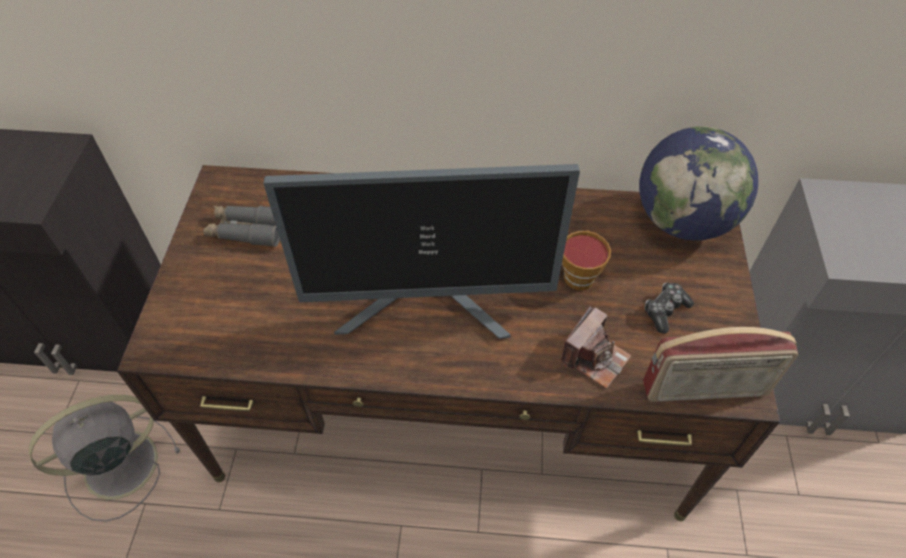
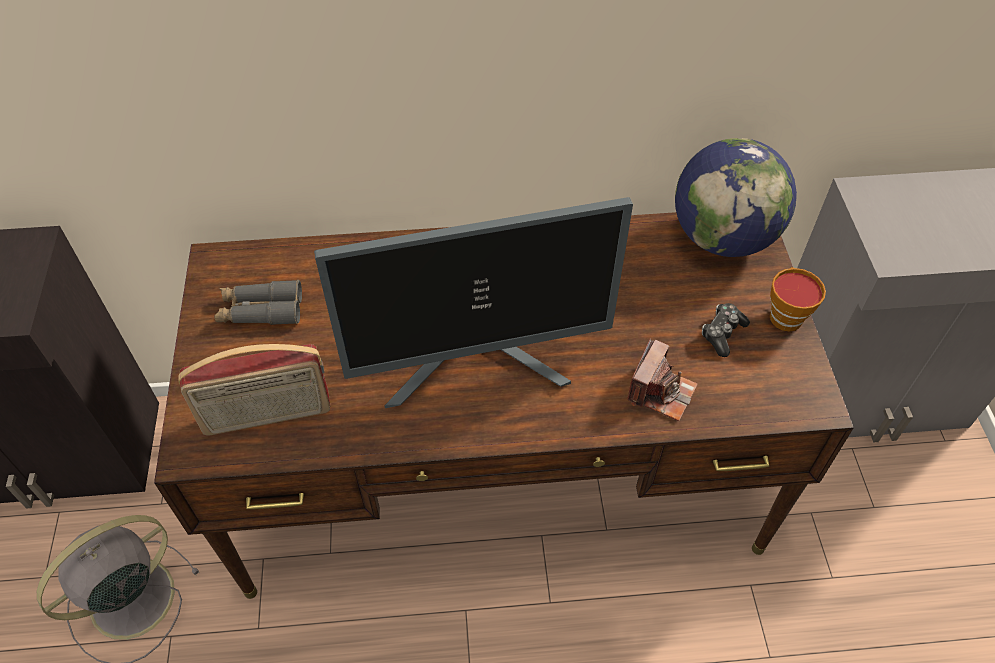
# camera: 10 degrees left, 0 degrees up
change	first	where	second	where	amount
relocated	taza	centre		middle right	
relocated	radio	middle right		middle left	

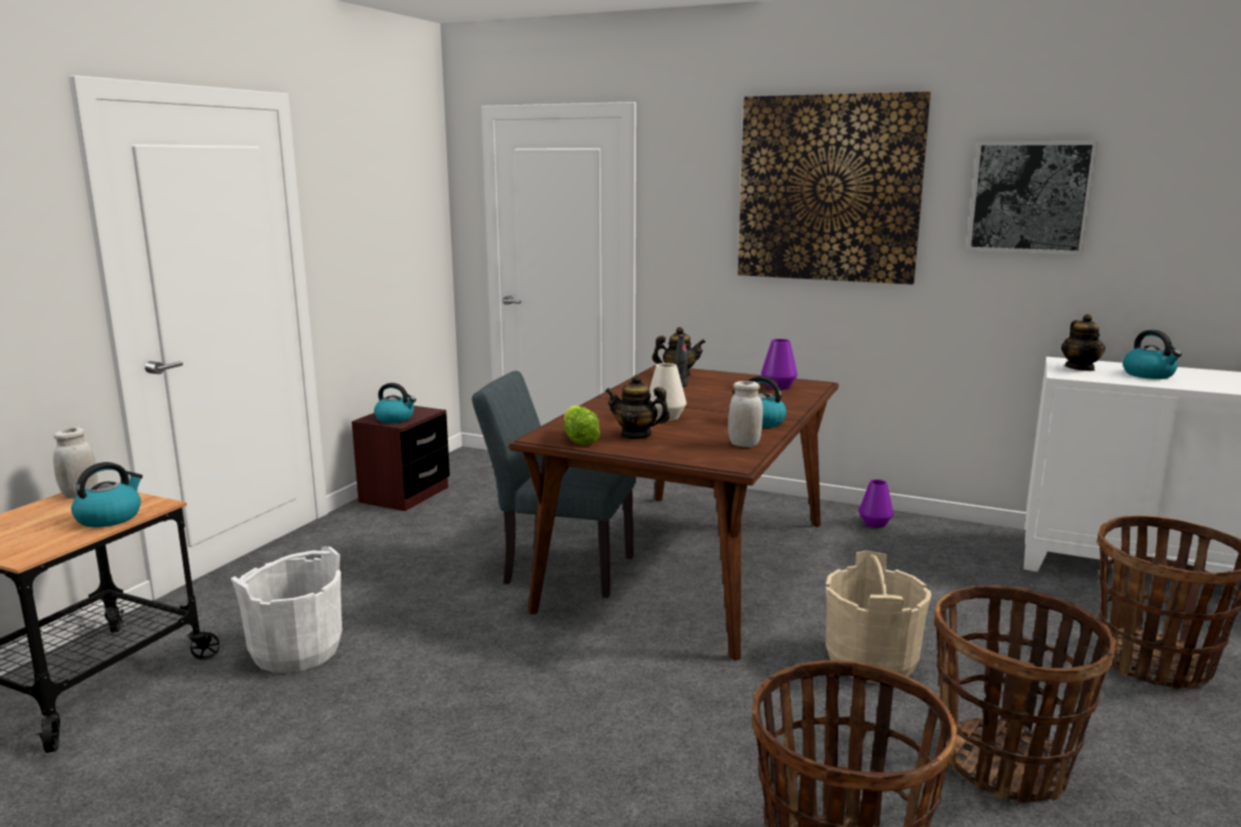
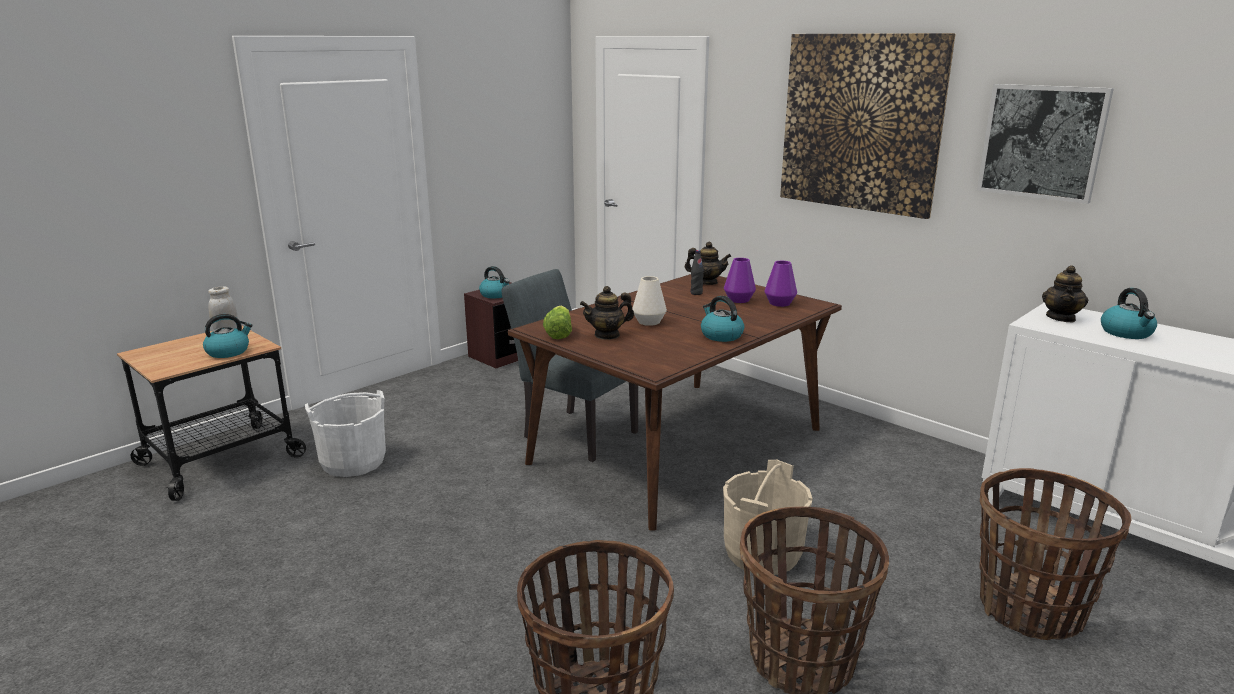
# camera: 20 degrees right, 5 degrees up
change	first	where	second	where	amount
spun	tetera (no. 1 from left)	centre		centre	60 degrees counterclockwise
missing	tarro (blanco) (no. 2 from left)	centre			
relocated	florero (morado) (no. 2 from left in the first image)	middle right	florero (morado) (no. 1 from left)	centre	

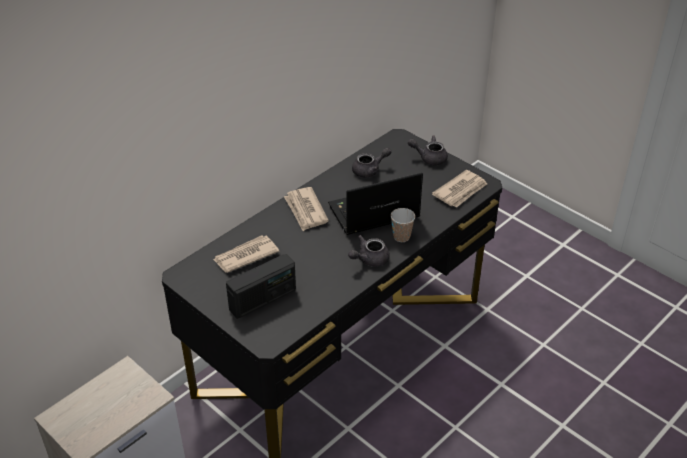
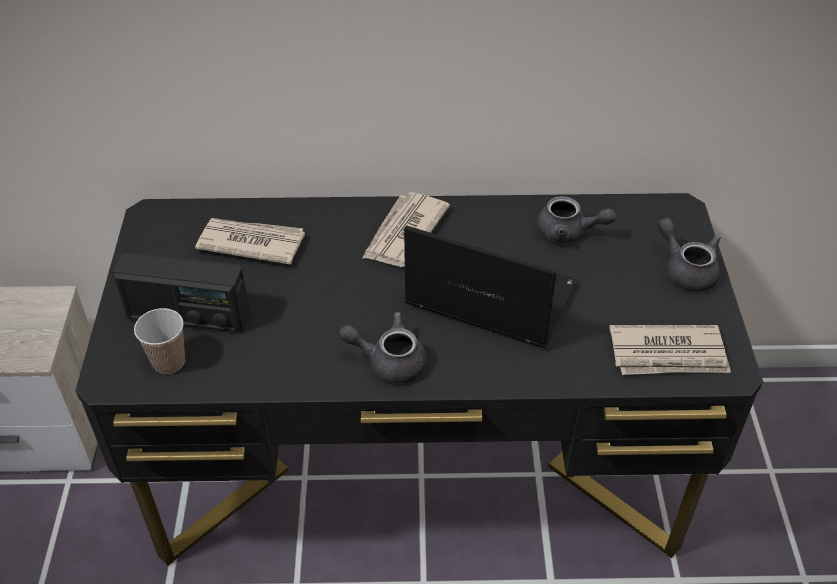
# camera: 45 degrees right, 5 degrees up
change	first	where	second	where	amount
relocated	taza	centre		middle left	

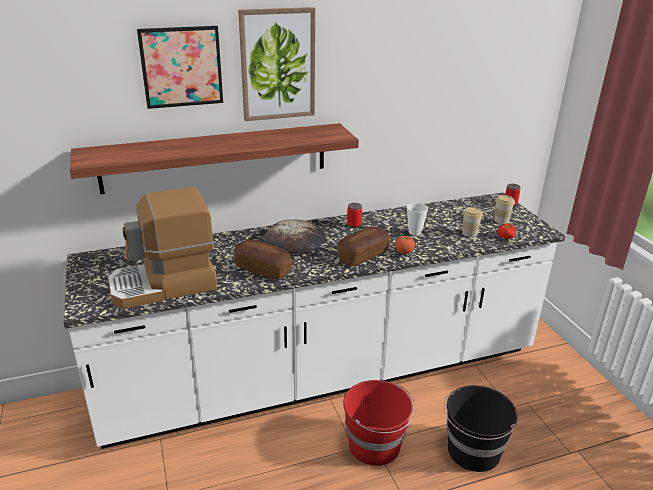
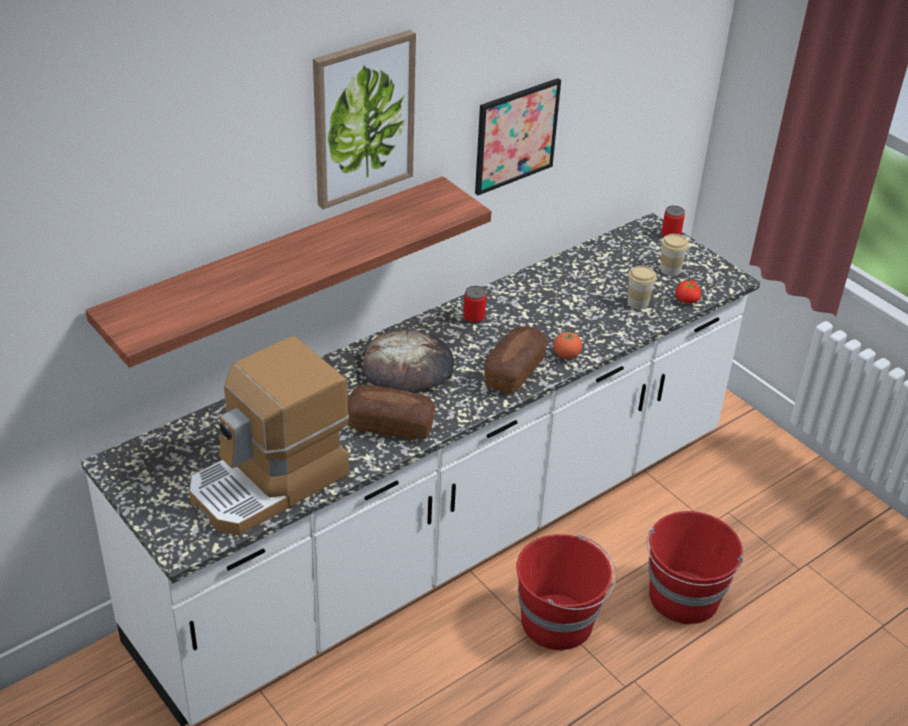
# camera: 20 degrees left, 10 degrees up
change	first	where	second	where	amount
relocated	cuadro (no. 1 from left in the first image)	top left	cuadro (no. 2 from left)	top centre	
missing	taza (no. 1 from left)	centre			
colour	cubo (negro)	bottom right	cubo (rojo) (no. 2 from left)	bottom right	

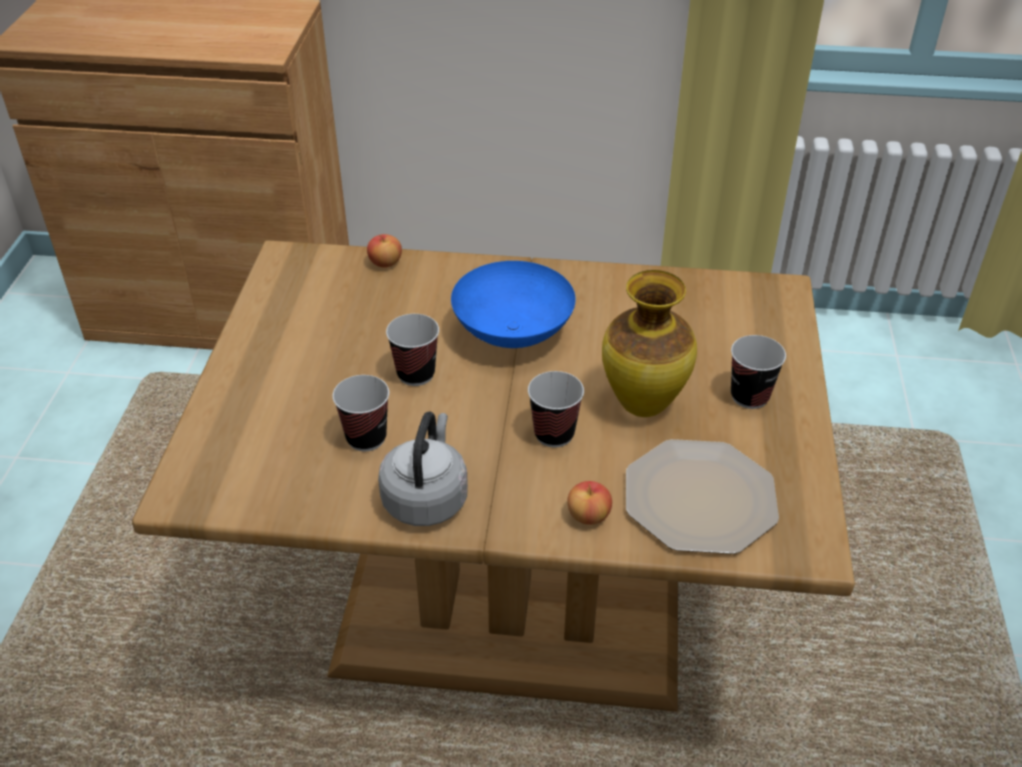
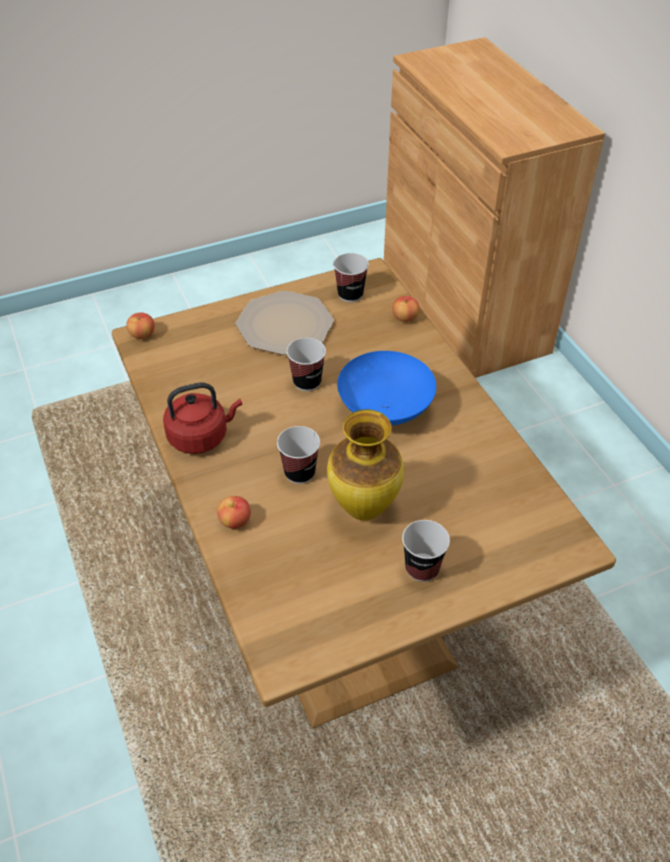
# camera: 60 degrees right, 5 degrees up
change	first	where	second	where	amount
relocated	taza (no. 1 from left in the first image)	centre	taza (no. 3 from left)	top centre	
colour	hervidor (gris)	centre	hervidor (rojo)	middle left	
relocated	plato	middle right		centre	
appeared			manzana (no. 1 from left)	middle left	

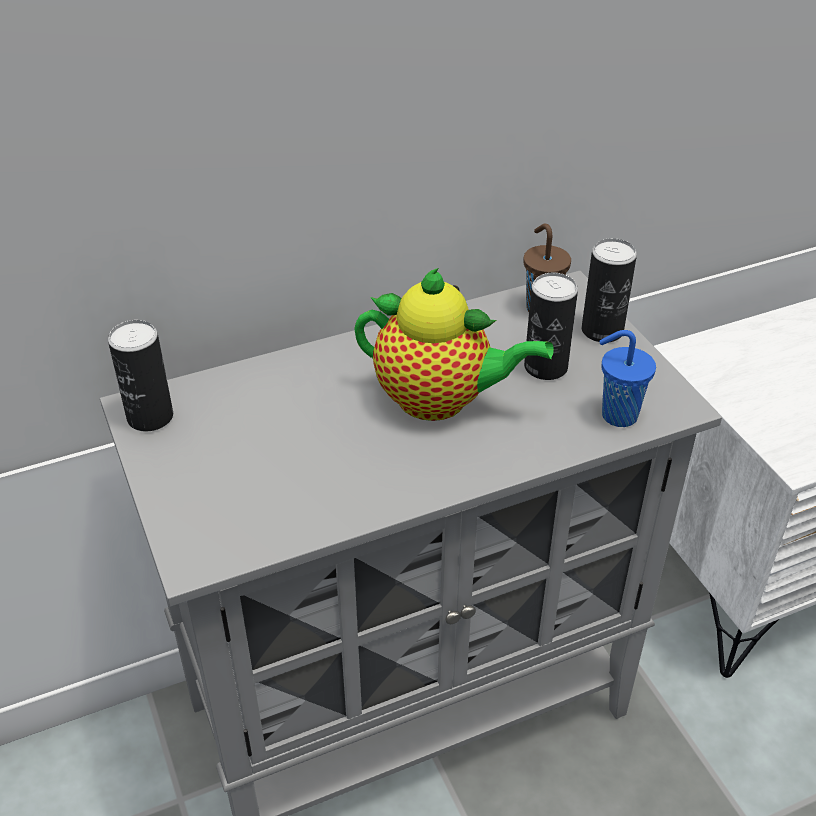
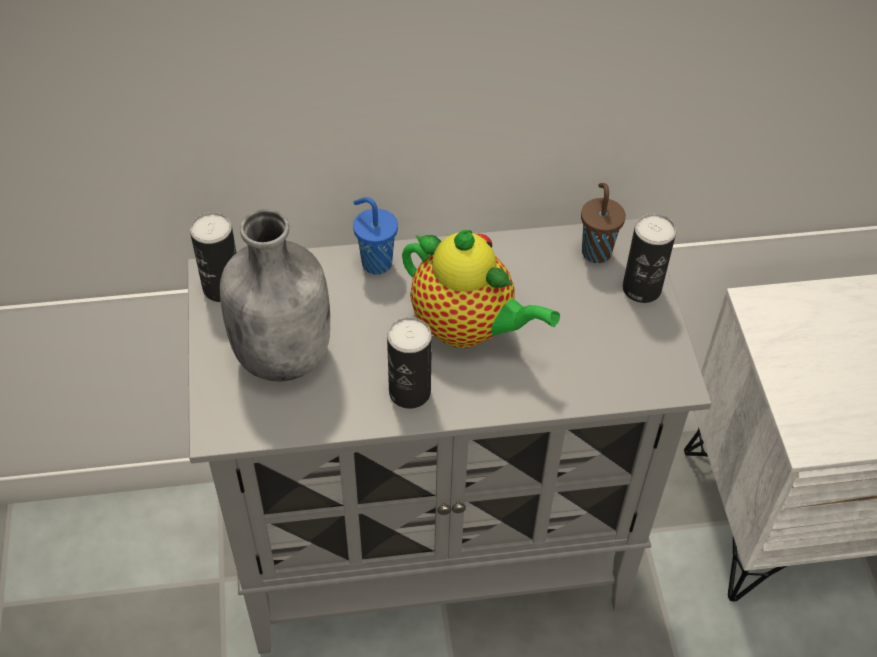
# camera: 15 degrees right, 10 degrees up
change	first	where	second	where	amount
relocated	lata (no. 2 from left)	middle right		centre	
relocated	taza (azul)	middle right		centre	
appeared			botella (gris)	middle left	

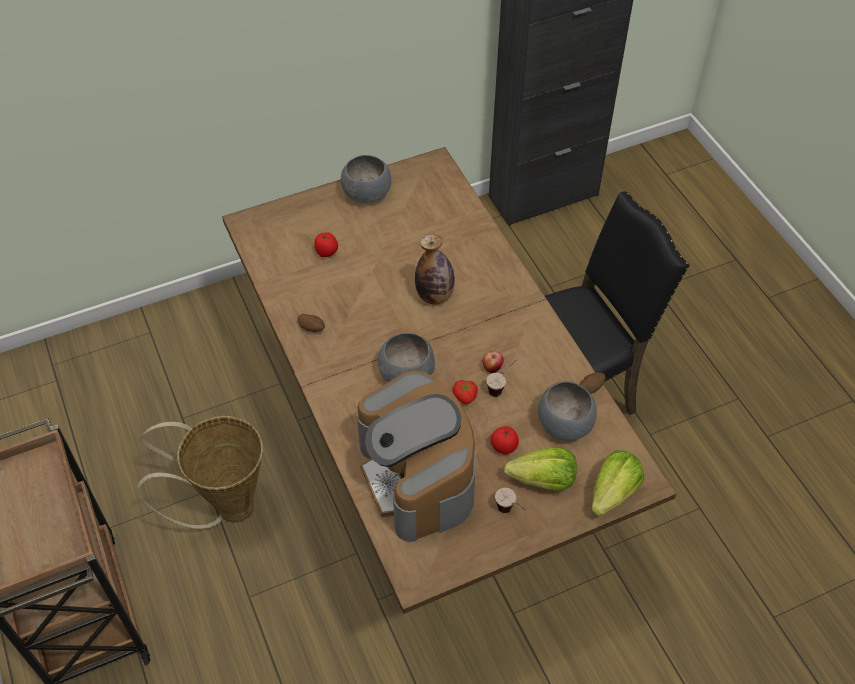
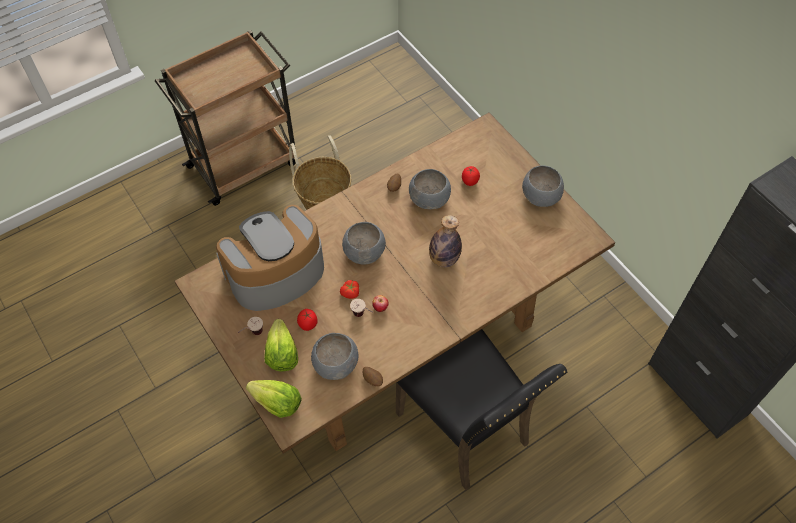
# camera: 80 degrees right, 5 degrees up
change	first	where	second	where	amount
appeared			cuenco (gris) (no. 3 from left)	centre	

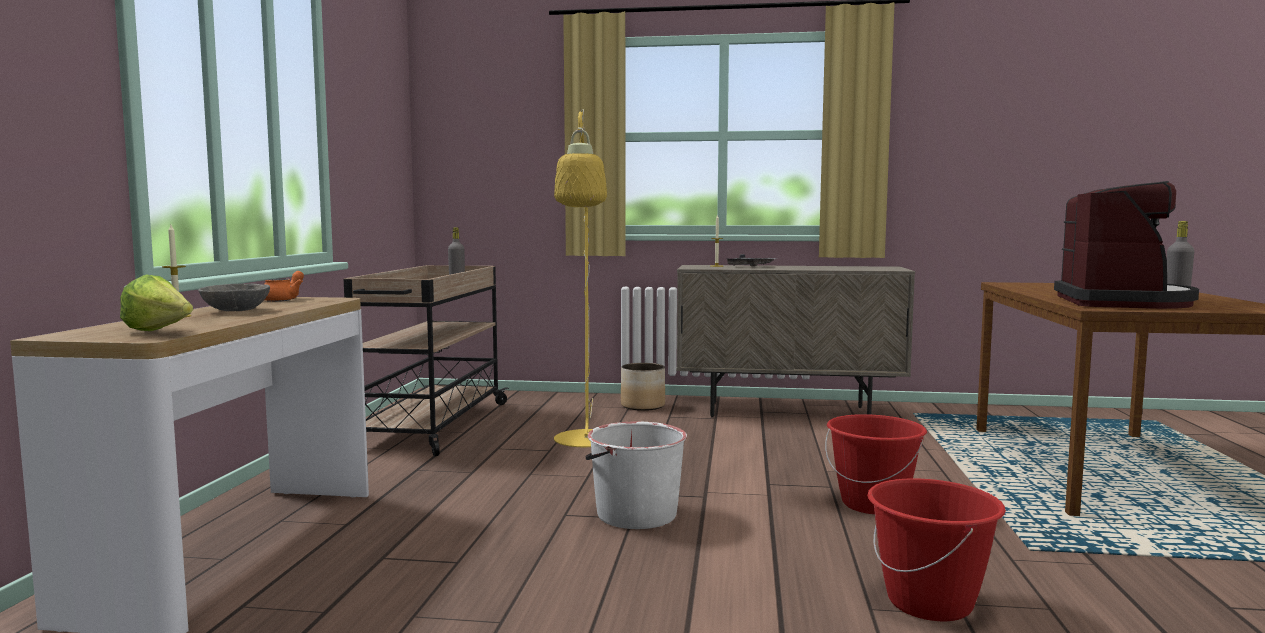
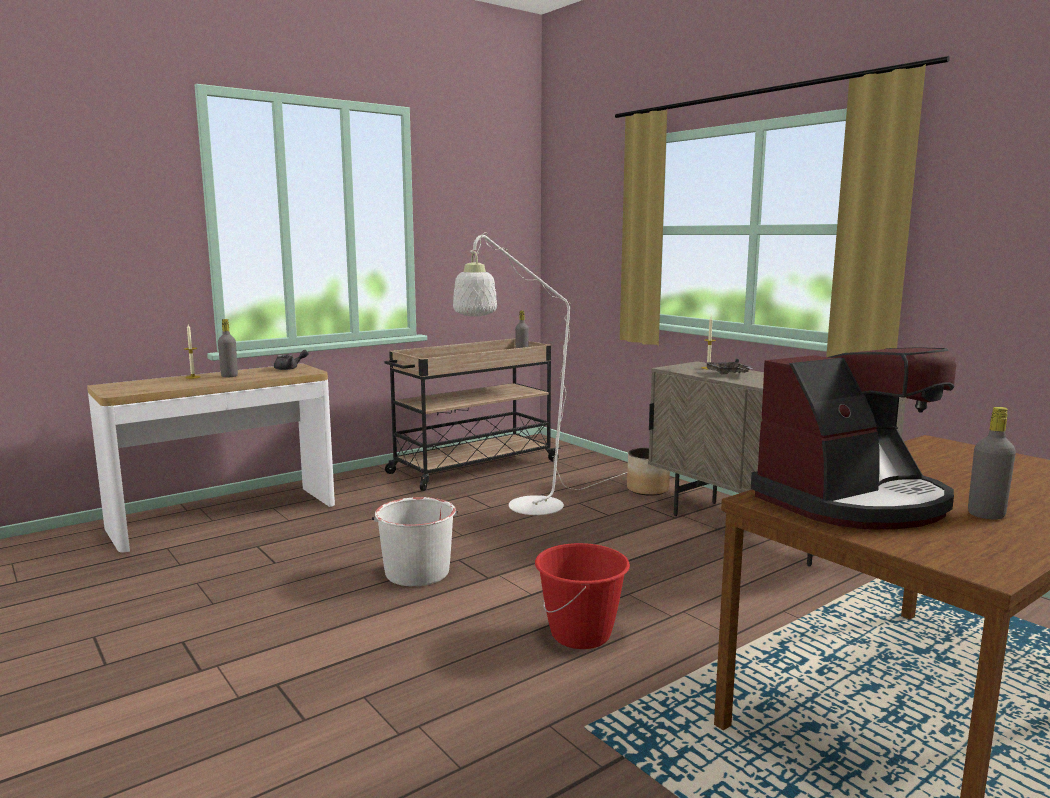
# camera: 45 degrees right, 5 degrees up
change	first	where	second	where	amount
colour	lámpara de pie (amarillo)	centre	lámpara de pie (blanco)	centre	
colour	tetera (naranja)	middle left	tetera (gris)	middle left	
missing	lechuga	middle left			
exchanged	cuenco (gris)	middle left	botella (gris) (no. 1 from left)	middle left	
missing	cubo (rojo) (no. 2 from left)	bottom right			

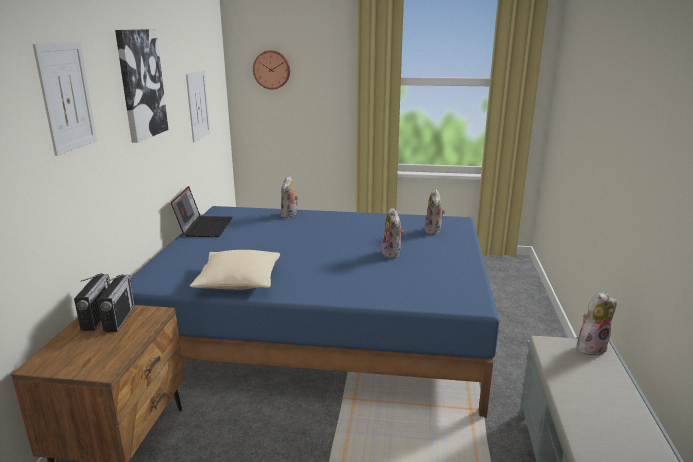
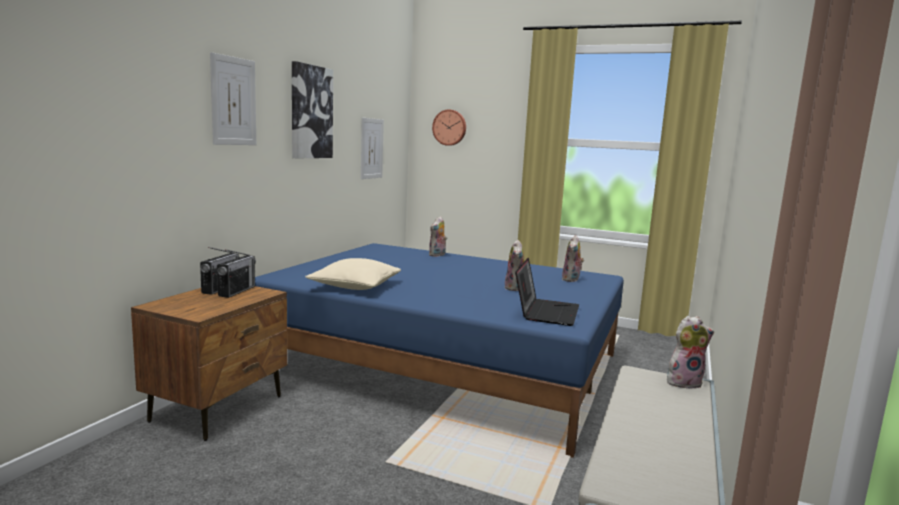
# camera: 15 degrees right, 10 degrees down
change	first	where	second	where	amount
relocated	portátil	middle left		centre	

